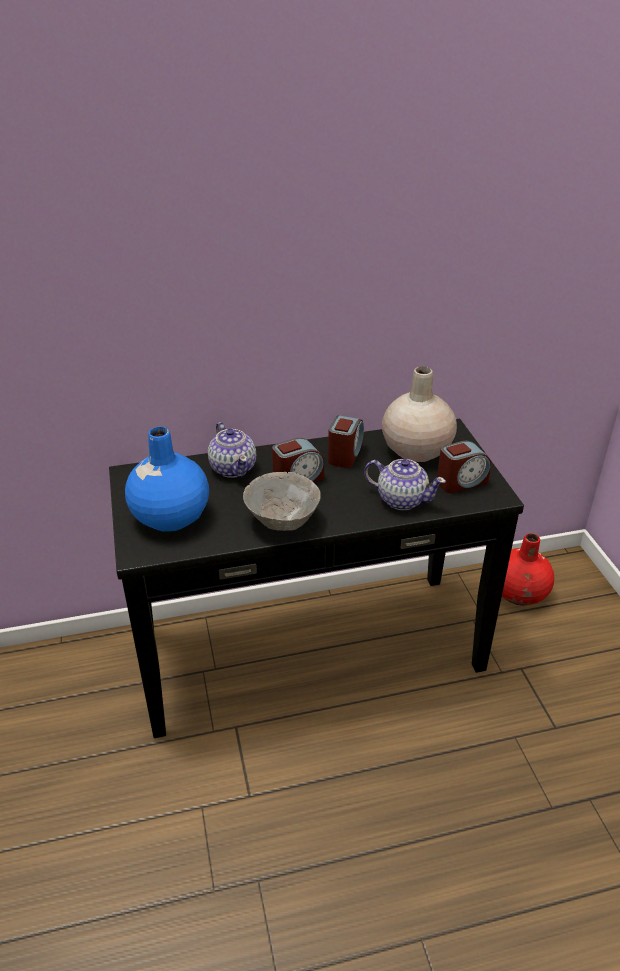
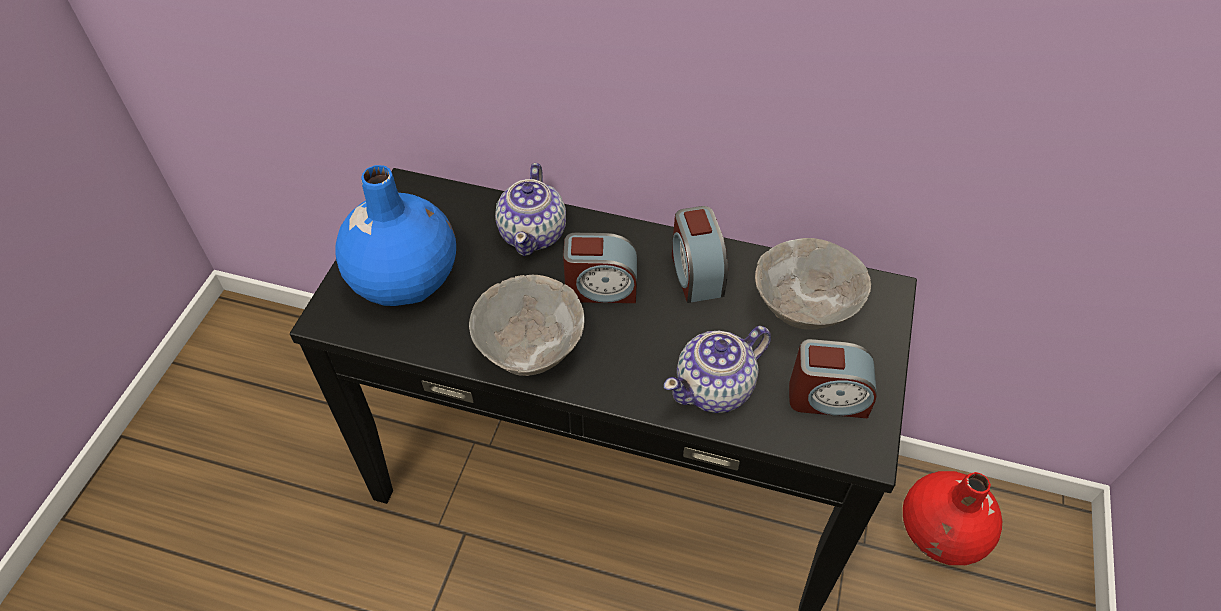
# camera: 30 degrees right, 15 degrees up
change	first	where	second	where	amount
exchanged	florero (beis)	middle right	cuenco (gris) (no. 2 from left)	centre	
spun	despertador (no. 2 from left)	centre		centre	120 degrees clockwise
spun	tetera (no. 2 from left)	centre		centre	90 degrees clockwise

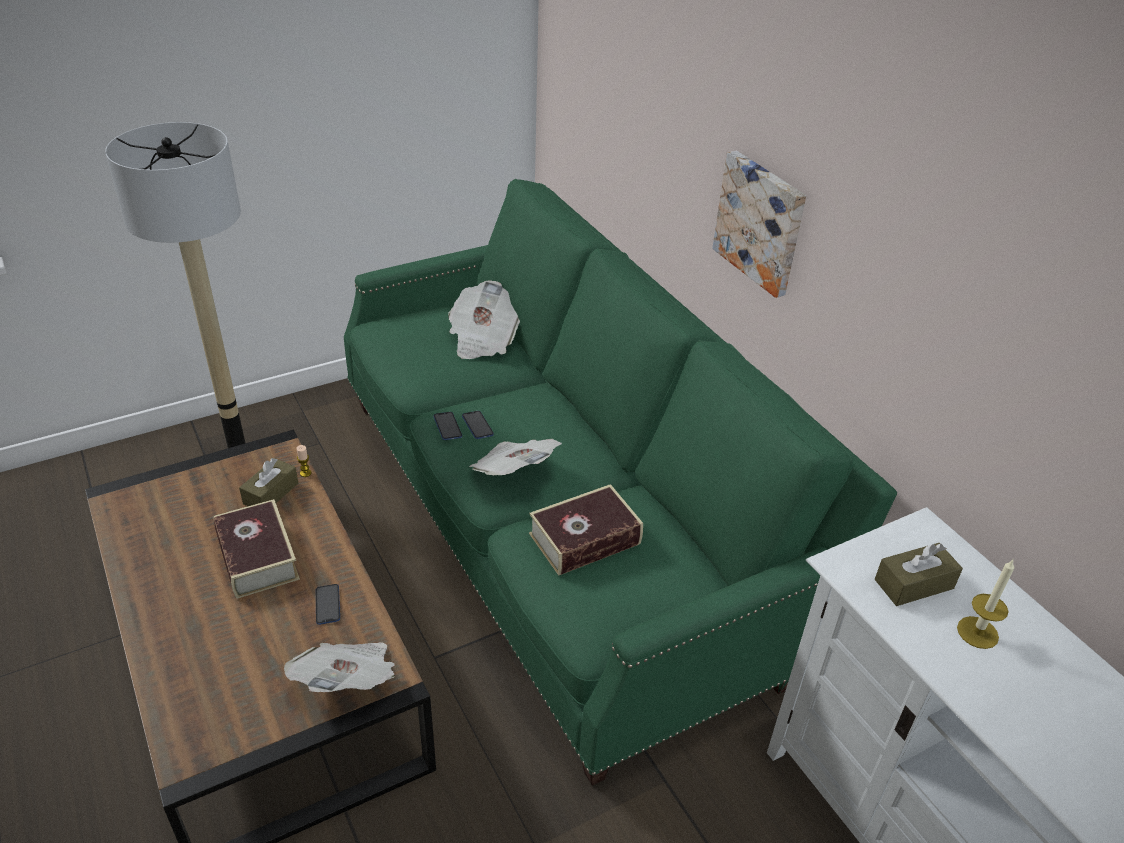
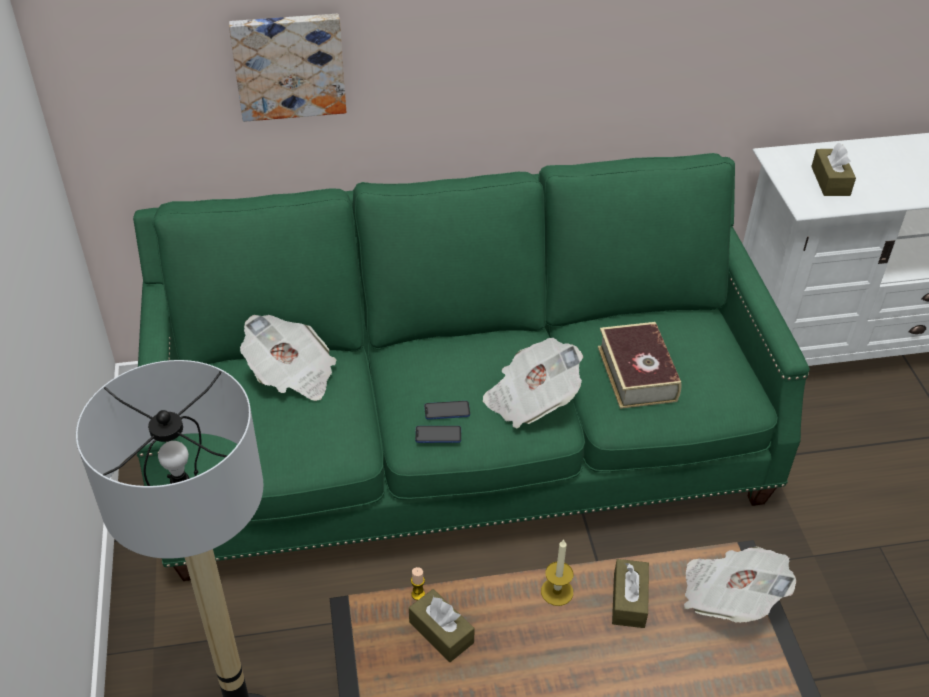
# camera: 70 degrees left, 5 degrees up
change	first	where	second	where	amount
relocated	cuadro	top right		top left	
missing	libro (no. 1 from left)	middle left			
relocated	vela (no. 2 from left)	bottom right		bottom centre	
exchanged	móvil (no. 1 from left)	bottom left	caja de pañuelos (marrón) (no. 2 from left)	bottom right	

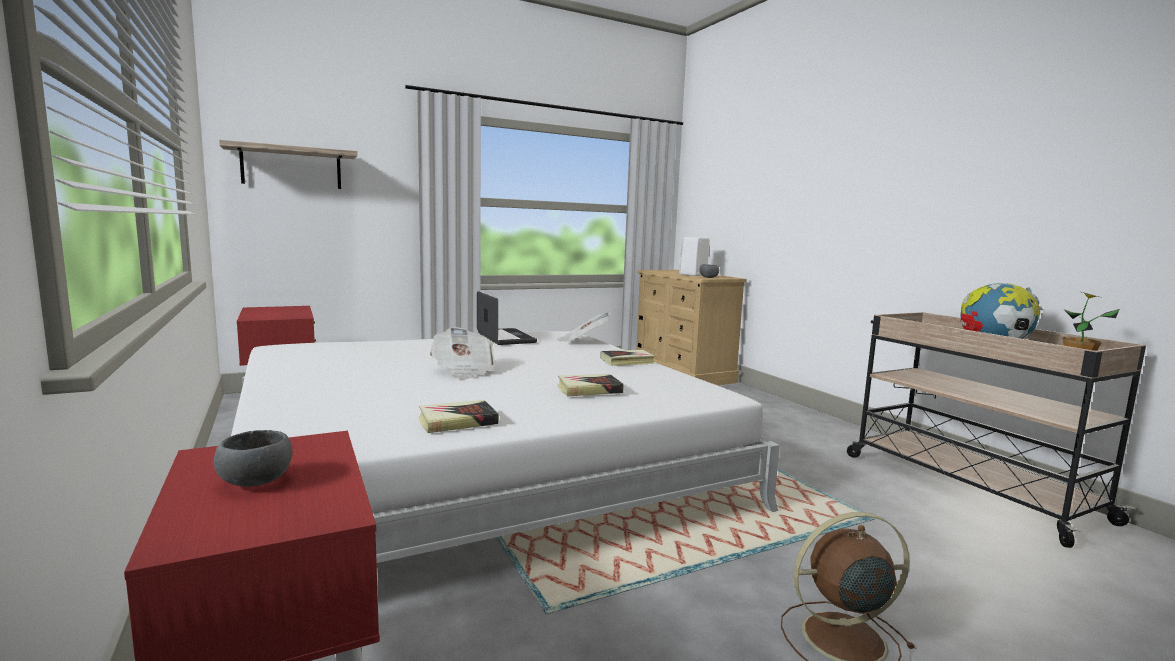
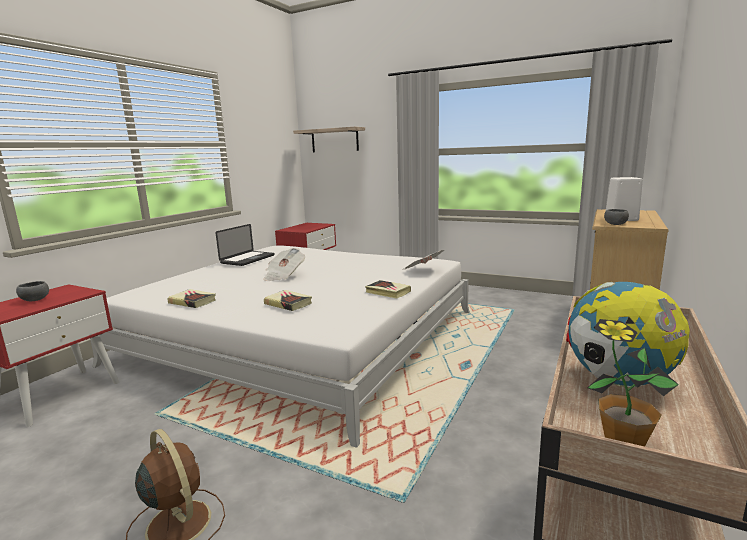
# camera: 55 degrees right, 5 degrees up
change	first	where	second	where	amount
relocated	portátil	centre		middle left	

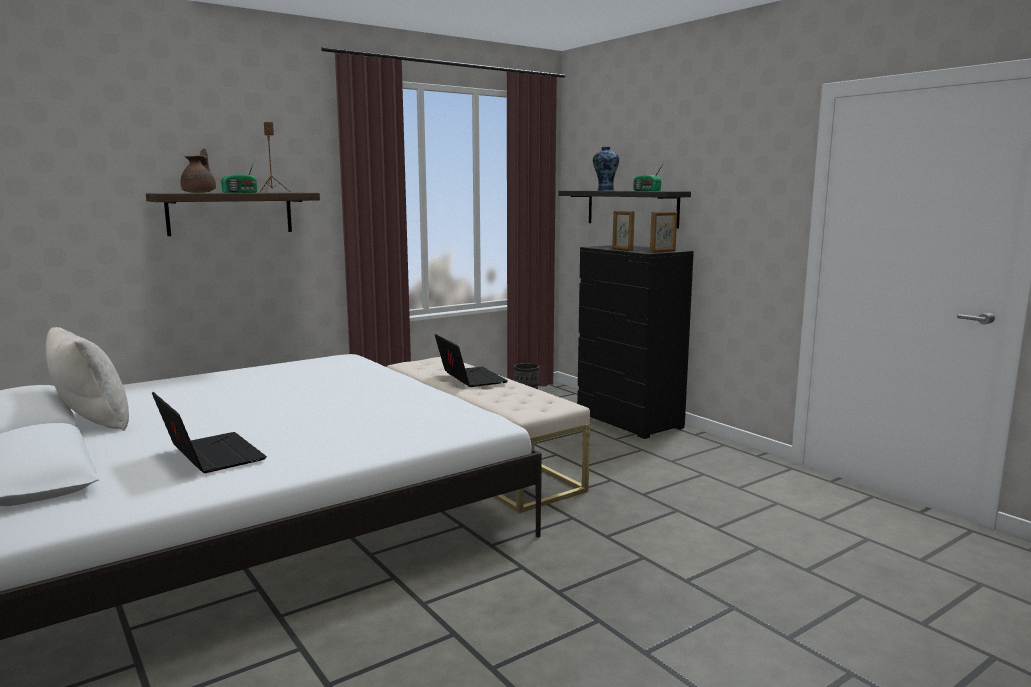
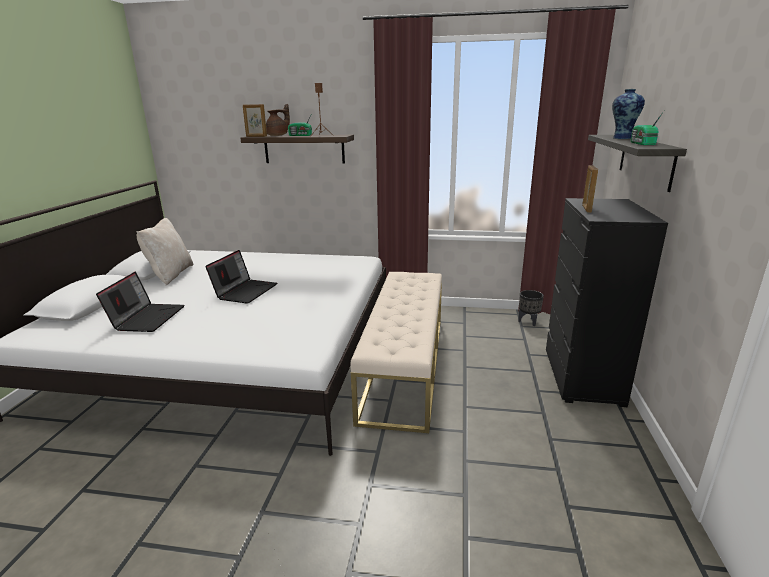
# camera: 45 degrees right, 10 degrees up
change	first	where	second	where	amount
relocated	portarretratos (no. 2 from left in the first image)	centre	portarretratos (no. 1 from left)	top left	
relocated	portátil (no. 2 from left)	centre		middle left	

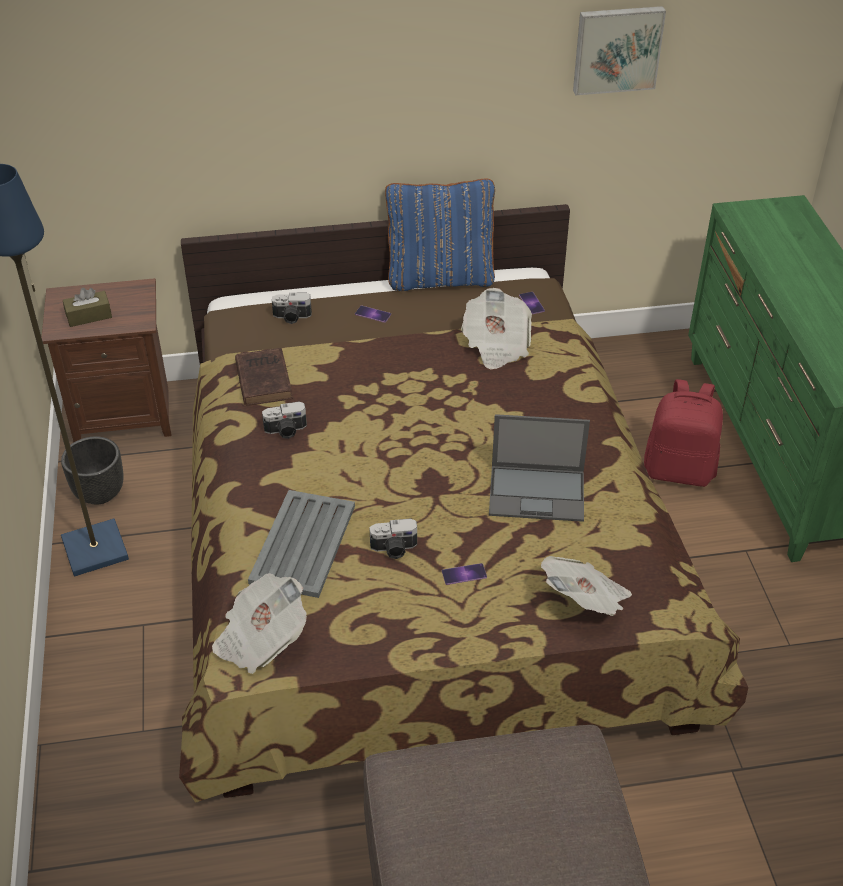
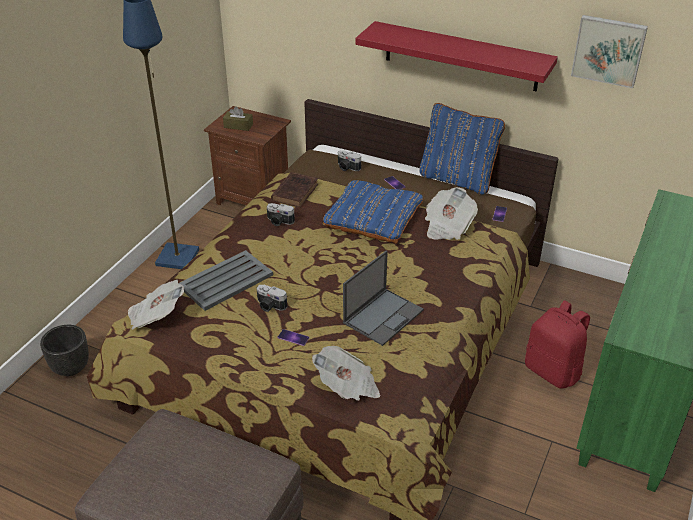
# camera: 35 degrees right, 5 degrees down
change	first	where	second	where	amount
spun	portátil	centre		centre	90 degrees counterclockwise
relocated	maceta (negro)	middle left		bottom left	
appeared			estante (rojo)	top centre	
appeared			cojín (azul) (no. 1 from left)	centre	

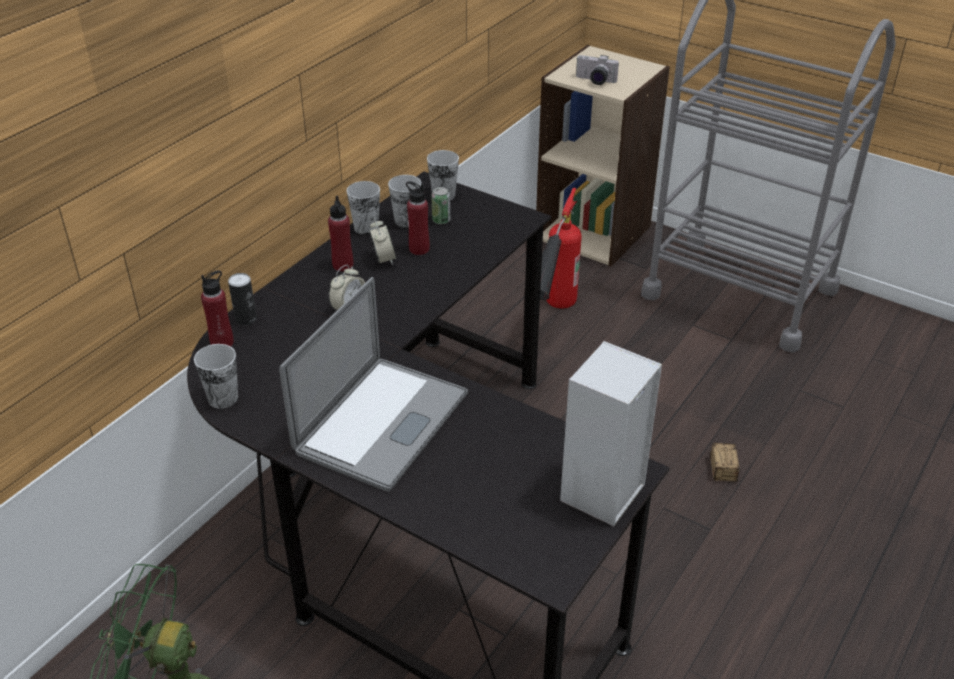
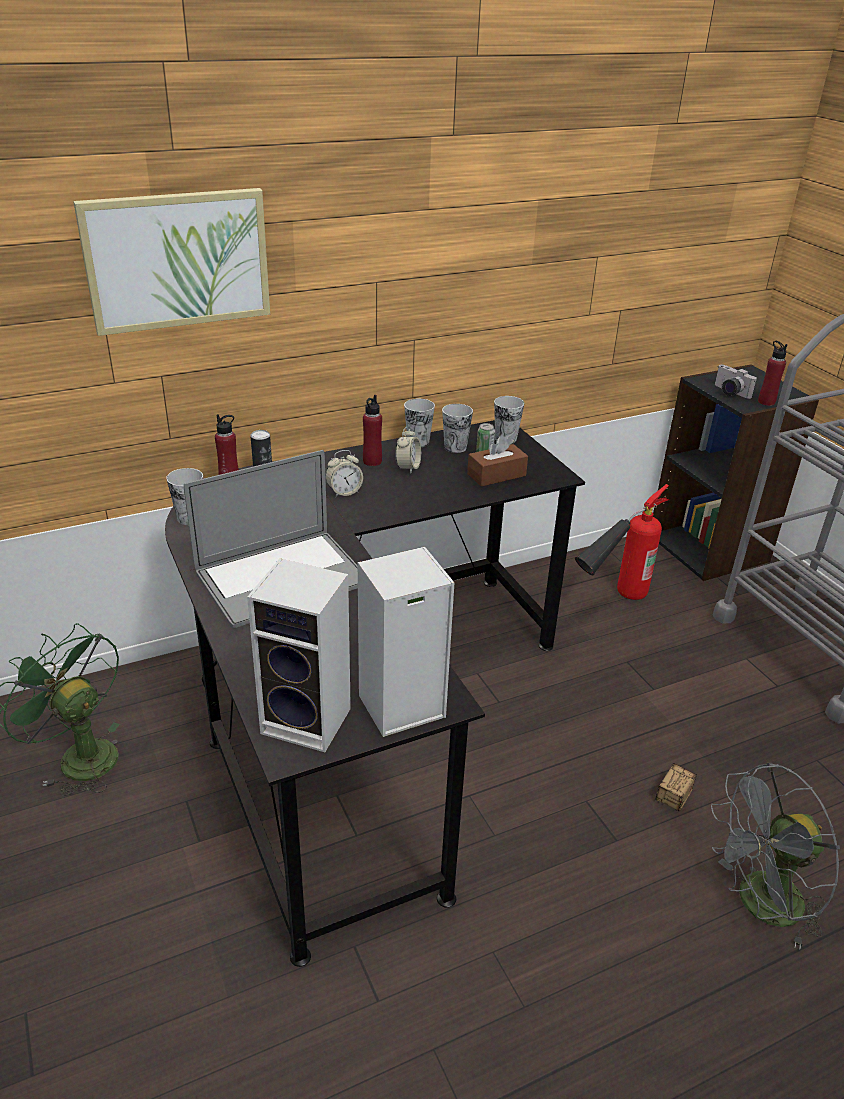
# camera: 30 degrees right, 5 degrees down
change	first	where	second	where	amount
colour	estantería (beis)	top centre	estantería (negro)	middle right	
relocated	botella (rojo) (no. 3 from left)	top centre		middle right	
appeared			cuadro	top left	
appeared			caja de pañuelos (marrón)	centre	
appeared			altavoz (no. 1 from left)	centre	
appeared			ventilador (gris)	bottom right	

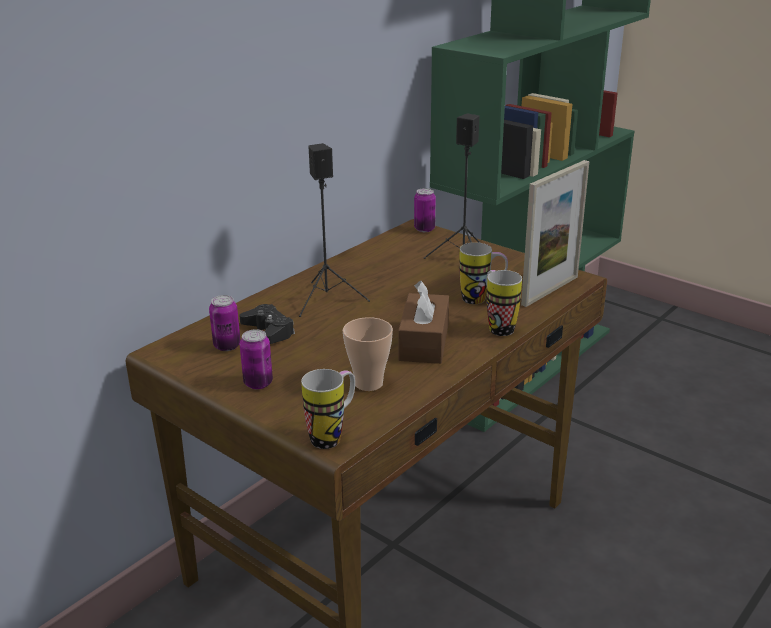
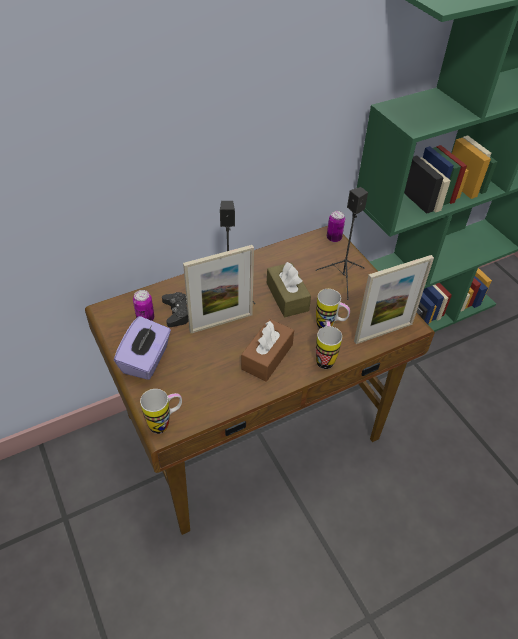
# camera: 20 degrees right, 20 degrees up
change	first	where	second	where	amount
missing	taza	centre			
exchanged	lata (no. 2 from left)	middle left	caja de pañuelos (morado)	middle left	
appeared			portarretratos (no. 1 from left)	centre	
appeared			caja de pañuelos (marrón) (no. 2 from left)	centre	

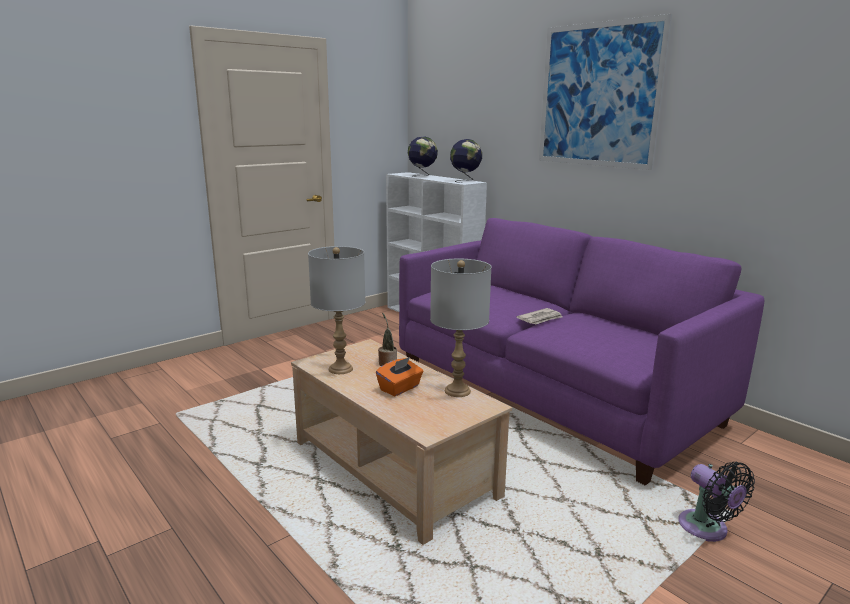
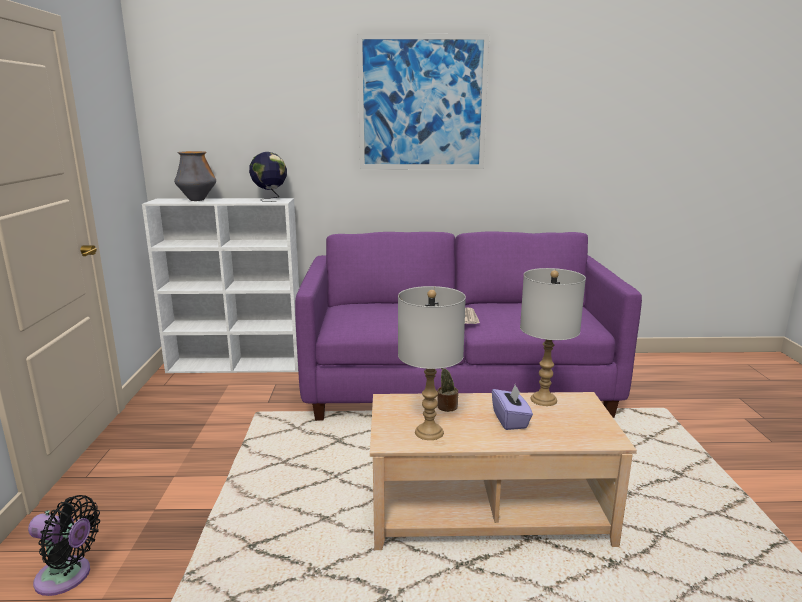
# camera: 50 degrees left, 0 degrees up
change	first	where	second	where	amount
exchanged	globo terráqueo (no. 1 from left)	top centre	florero	top left	
colour	caja de pañuelos (naranja)	centre	caja de pañuelos (morado)	bottom centre	
relocated	ventilador (negro)	bottom right		bottom left	

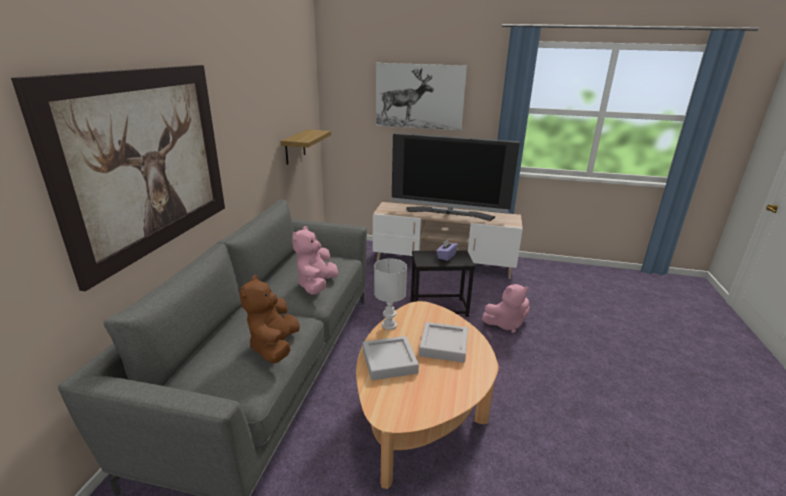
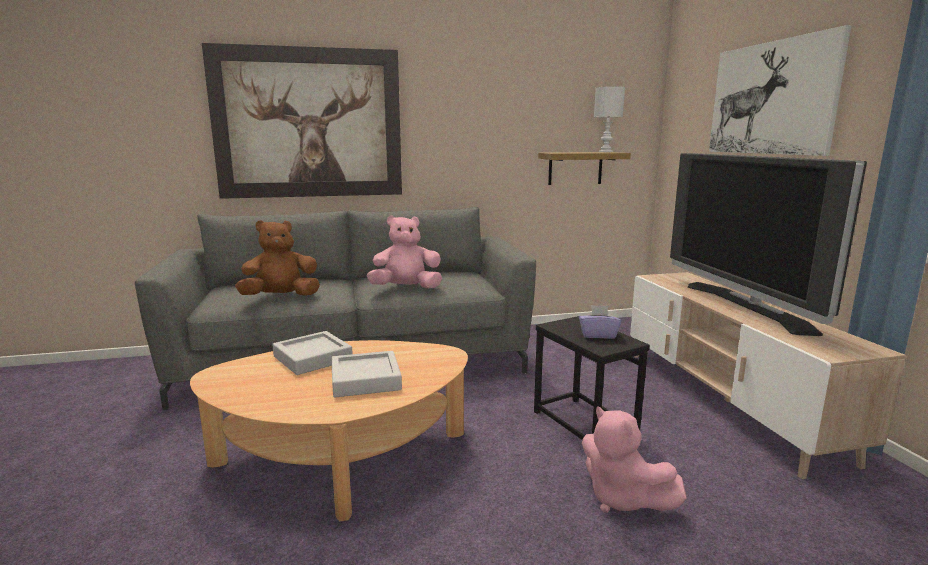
# camera: 65 degrees right, 10 degrees down
change	first	where	second	where	amount
relocated	lámpara de mesa (blanco)	centre		top centre	

